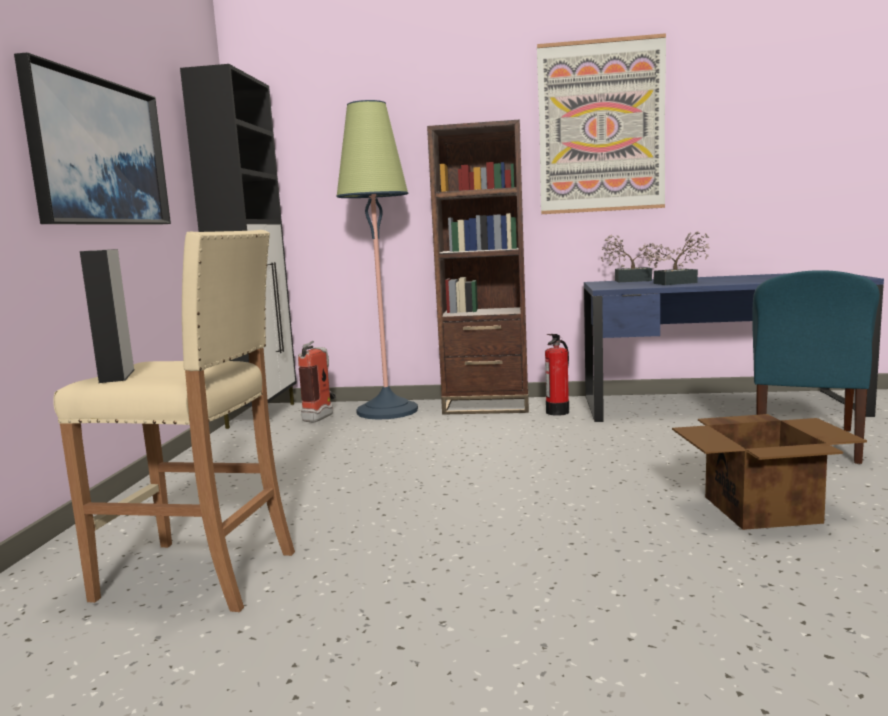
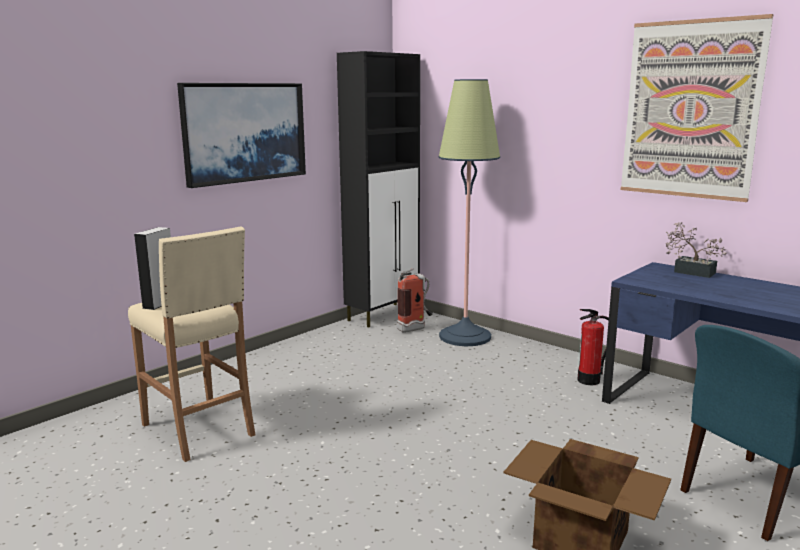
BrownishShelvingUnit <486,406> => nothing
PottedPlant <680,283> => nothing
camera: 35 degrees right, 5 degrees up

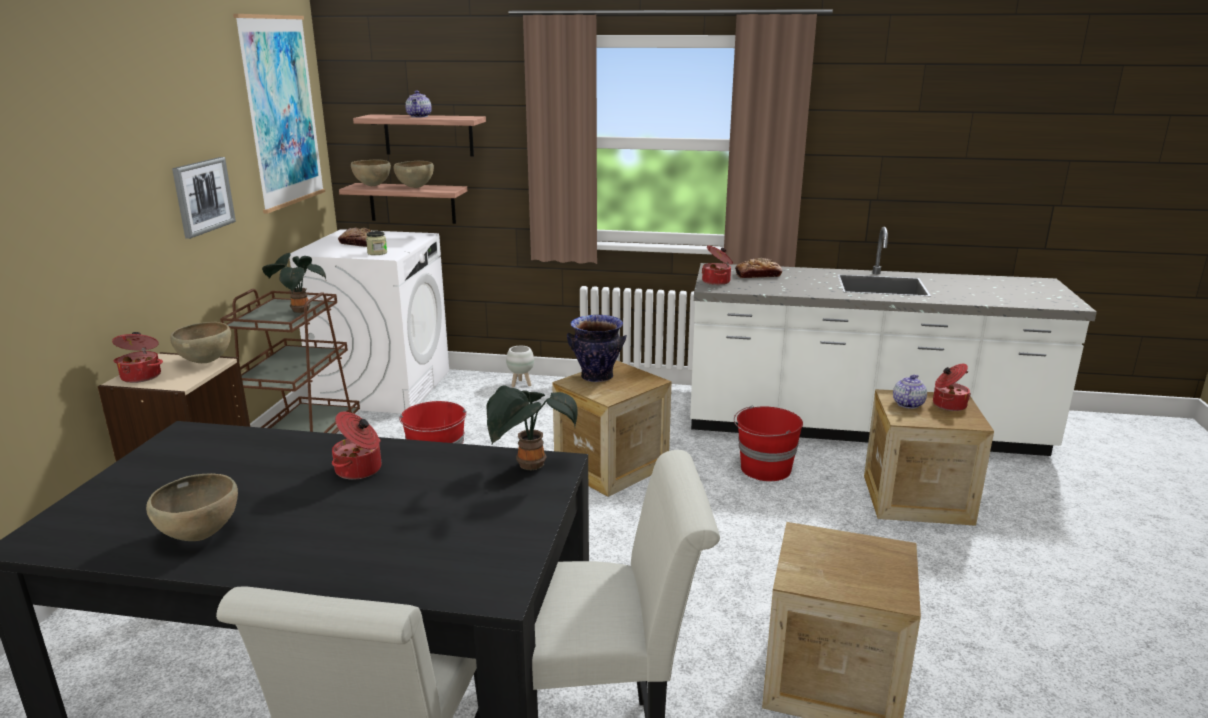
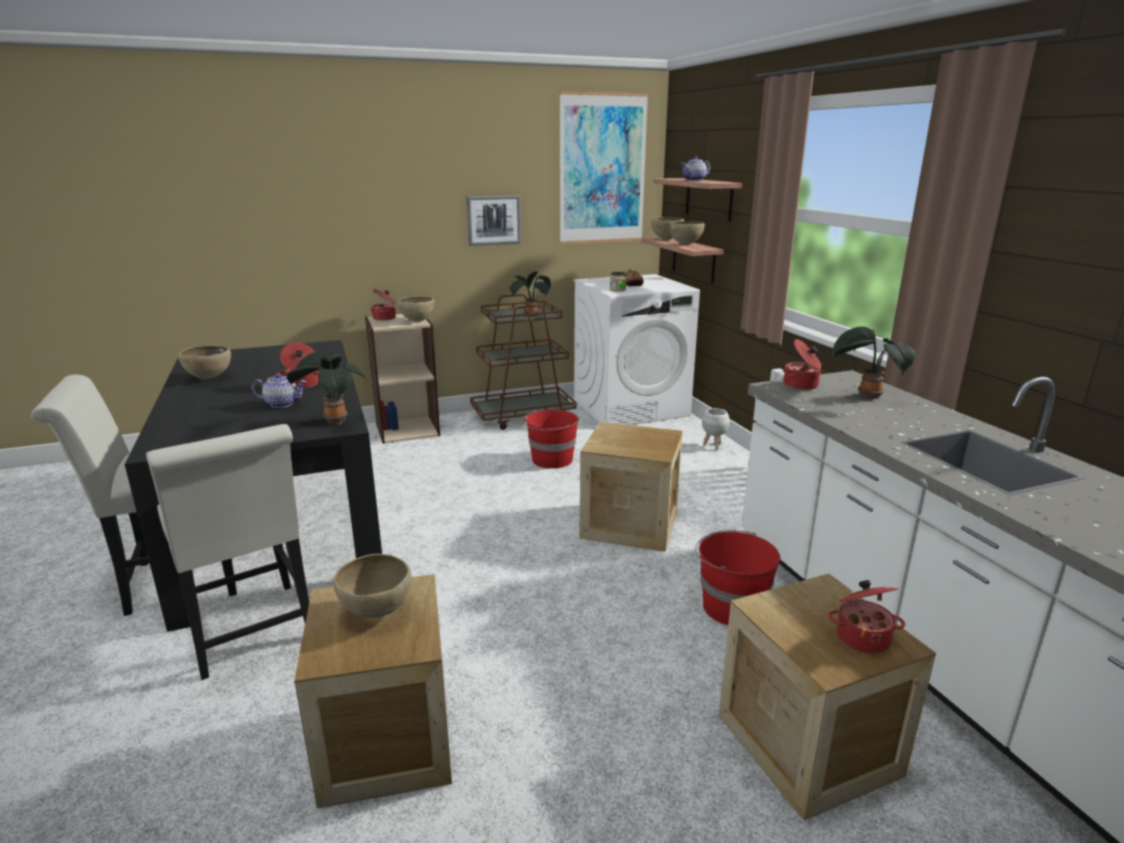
Vase <597,377> => nothing
BakedBread <758,275> => PottedPlant <866,396>
Teapot <907,404> => Teapot <282,404>, move
nothing => BrownishBowl <376,612>
camera: 60 degrees right, 0 degrees up

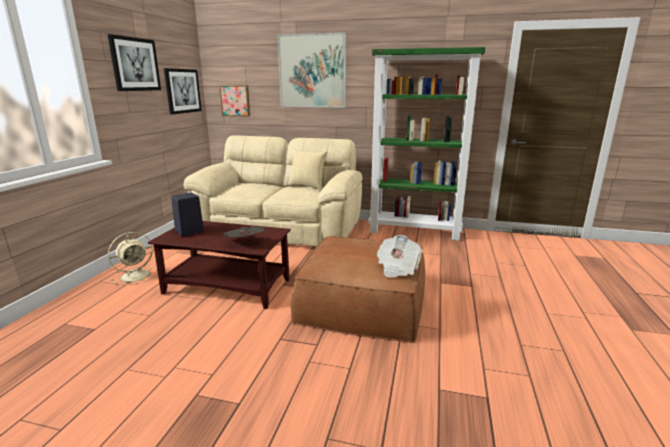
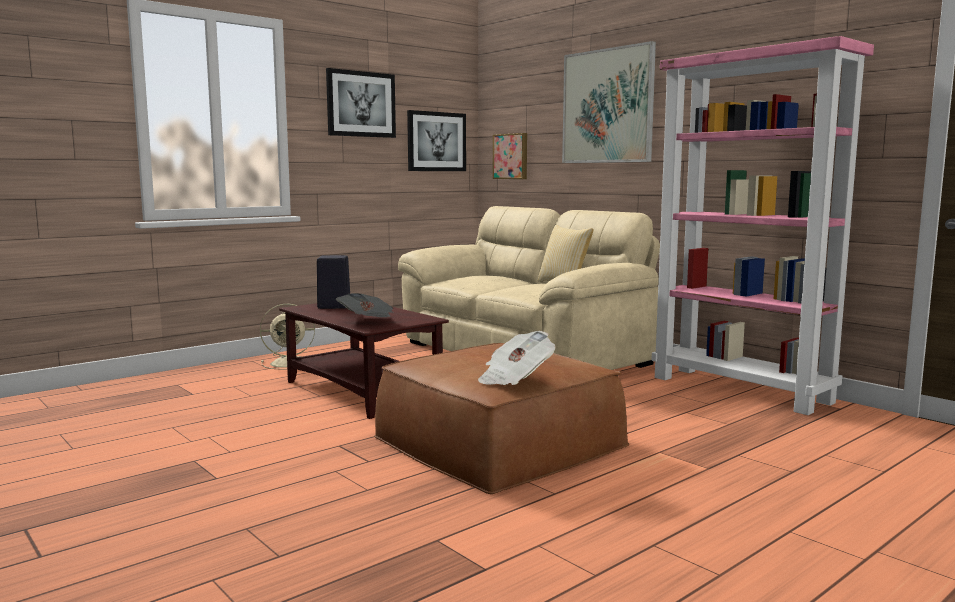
GreenShelvingUnit <415,231> => PinkShelvingUnit <741,389>
camera: 35 degrees right, 10 degrees down

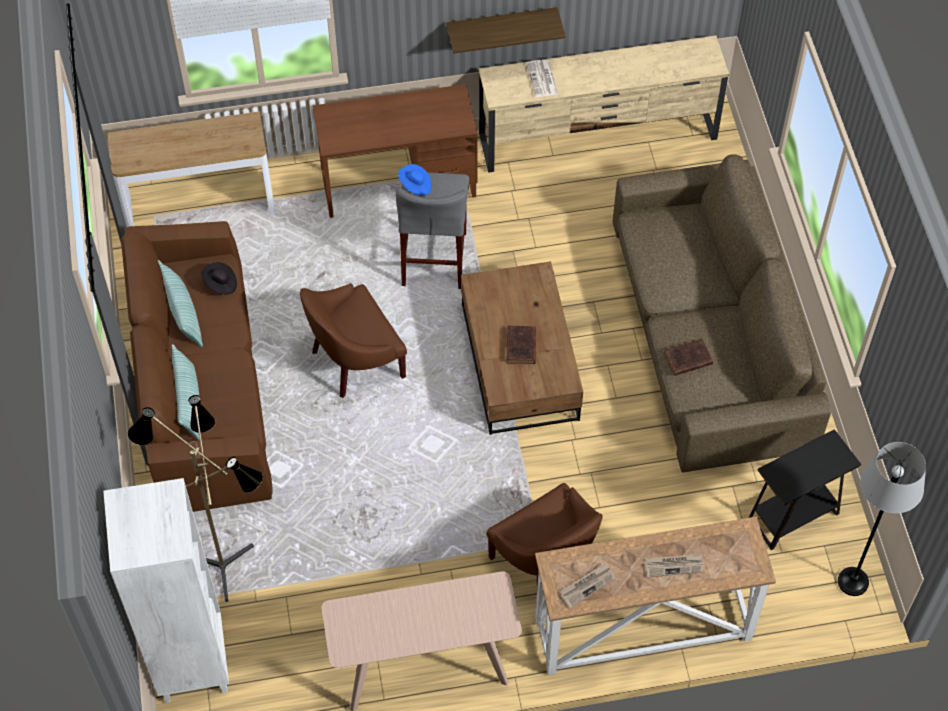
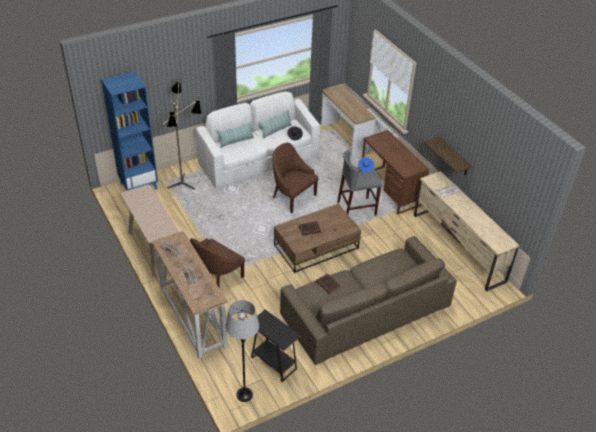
WhiteShelvingUnit <192,662> => BluishShelvingUnit <139,186>
BrownishCouch <204,390> => WhiteCouch <259,160>
camera: 70 degrees right, 15 degrees down

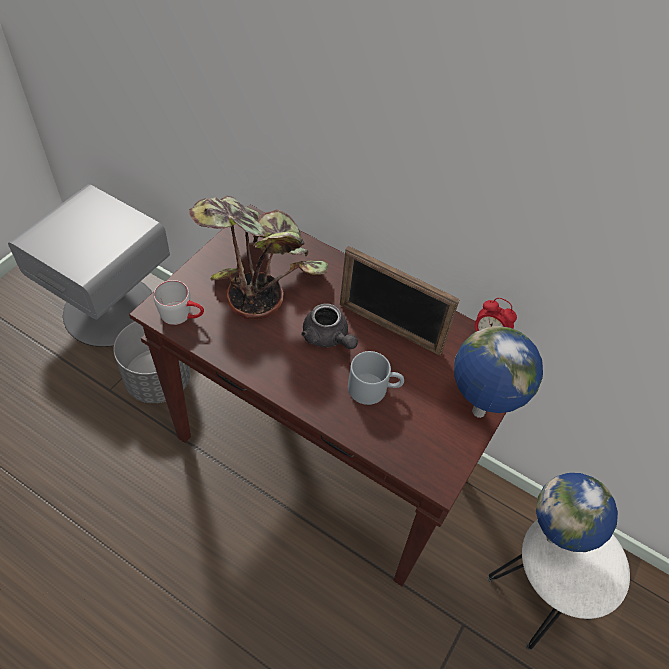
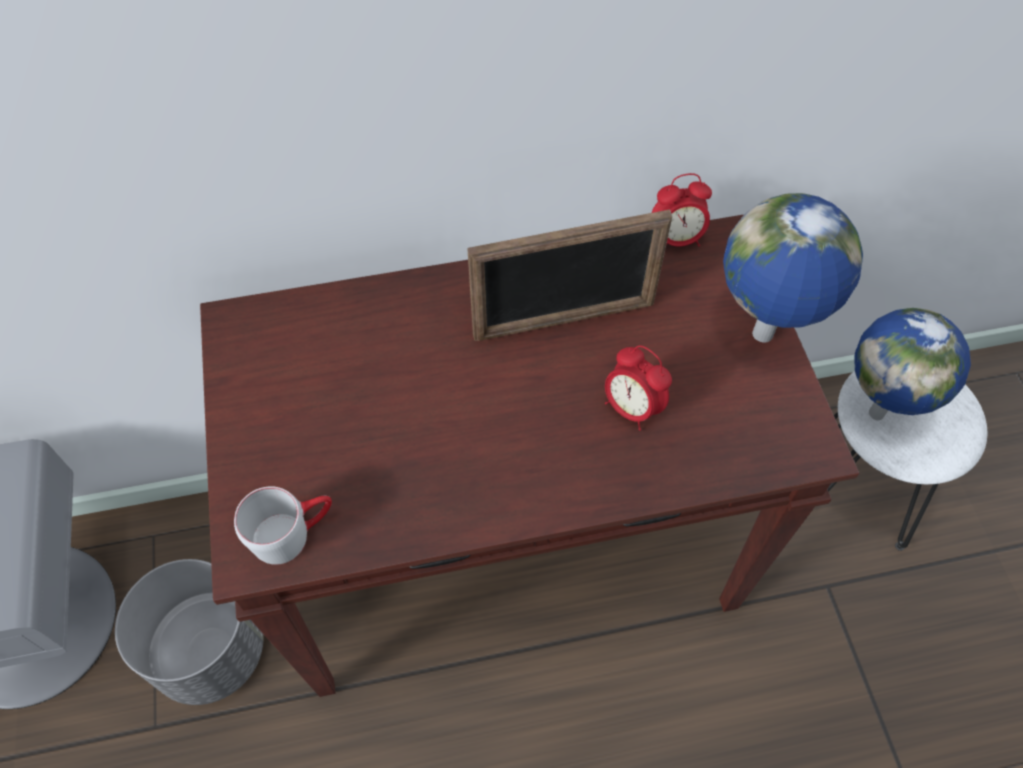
PottedPlant <257,271> => nothing
GreyTeapot <328,338> => nothing
GreyCoffeeMug <374,388> => TableClock <631,408>
camera: 40 degrees left, 5 degrees up

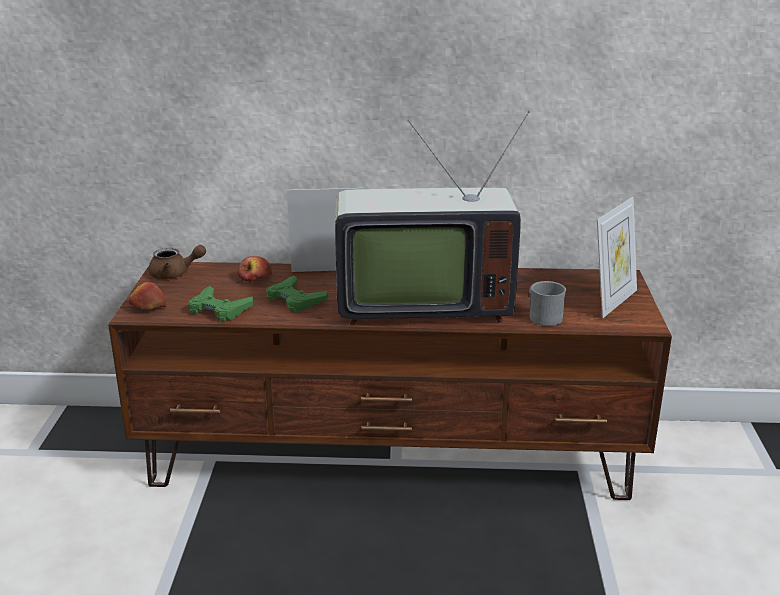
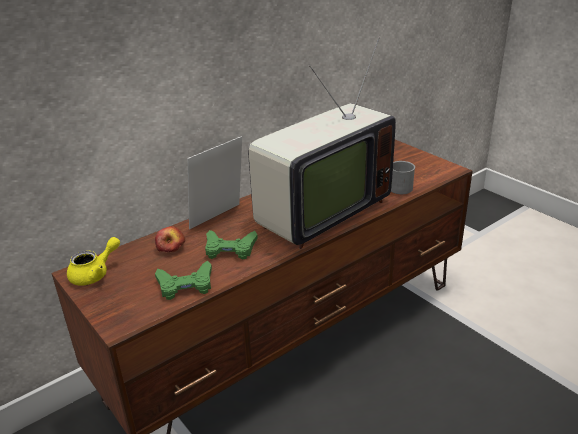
Apple <148,307> => nothing
BrownishTeapot <175,274> => YellowColouredTeapot <95,274>
PictureFrame <612,301> => nothing
camera: 40 degrees left, 5 degrees up

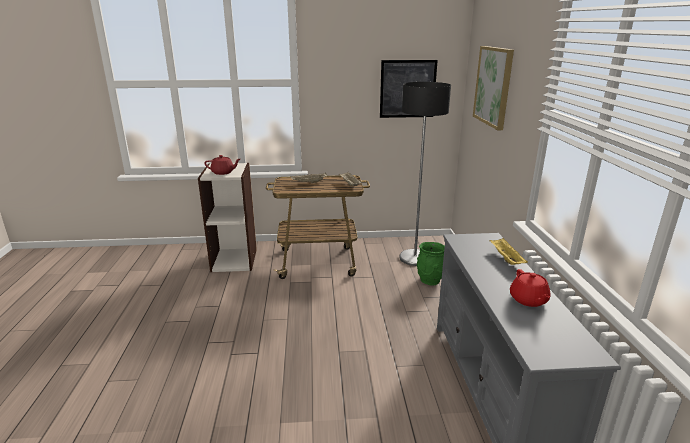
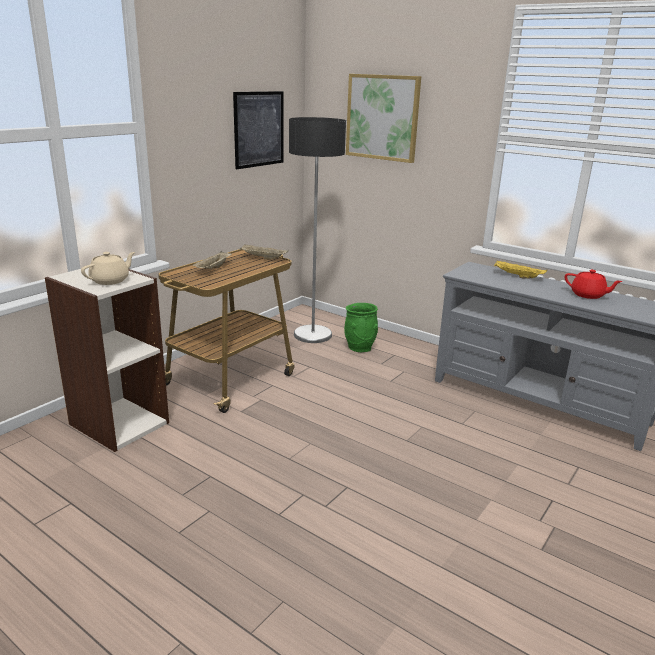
RedColouredTeapot <223,172> => BeigeTeapot <110,280>
camera: 50 degrees left, 0 degrees up

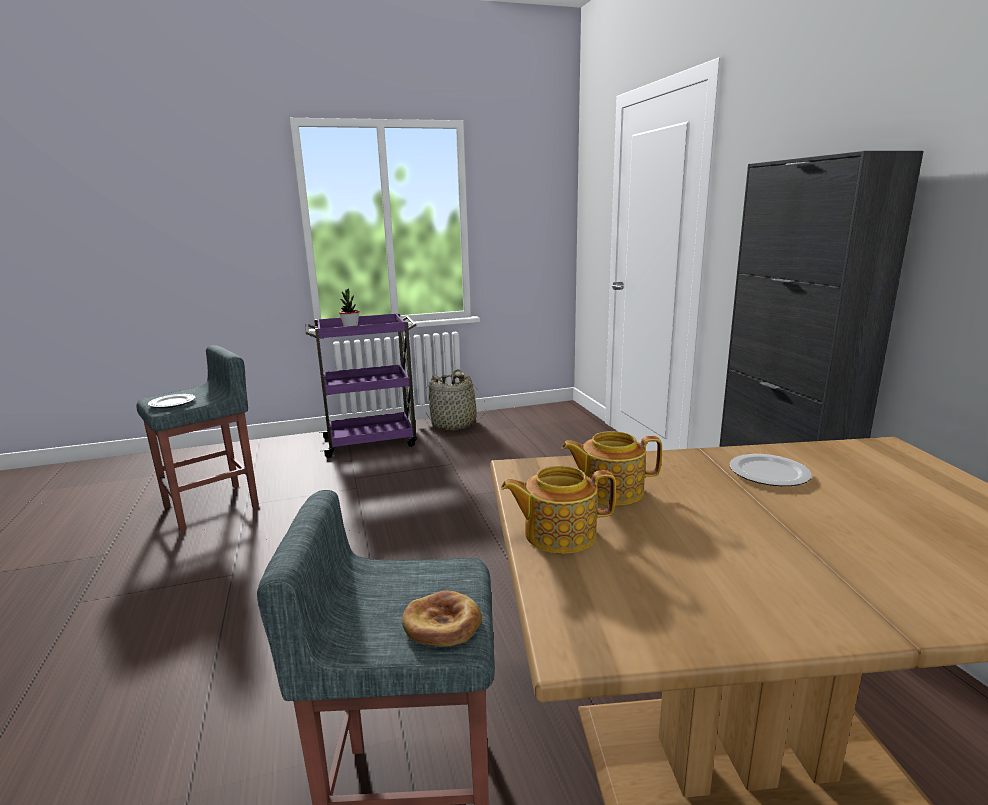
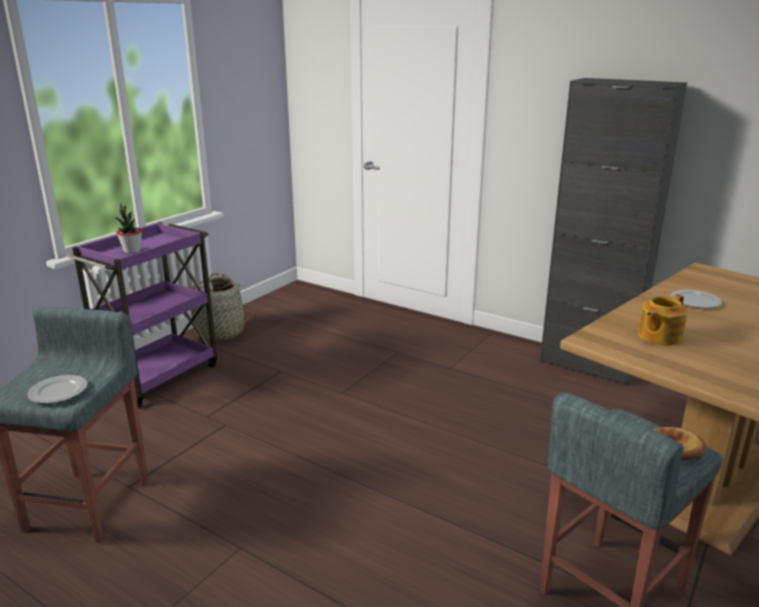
Teapot <558,534> => nothing
camera: 40 degrees left, 5 degrees up

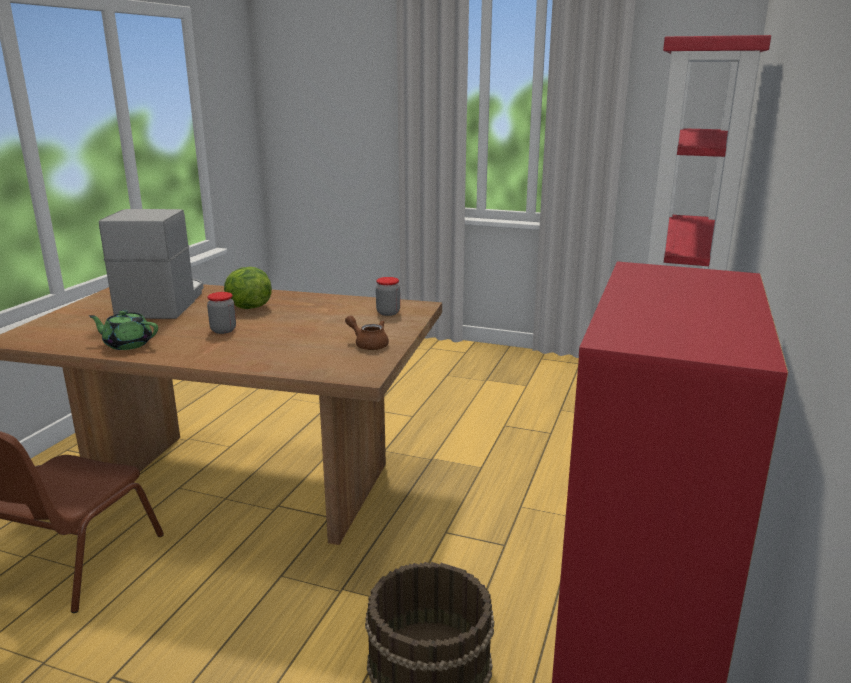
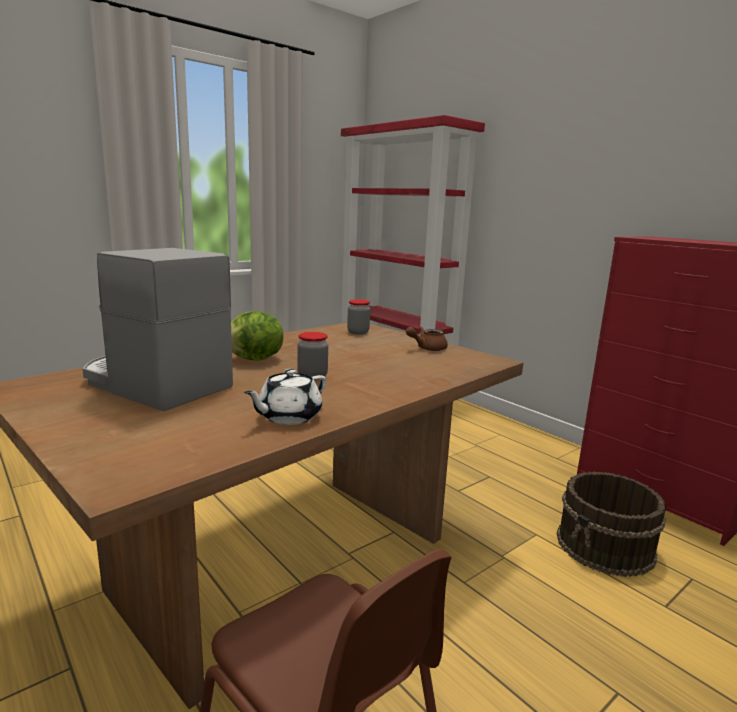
GreenTeapot <127,344> => WhiteTeapot <288,417>
camera: 60 degrees left, 5 degrees down

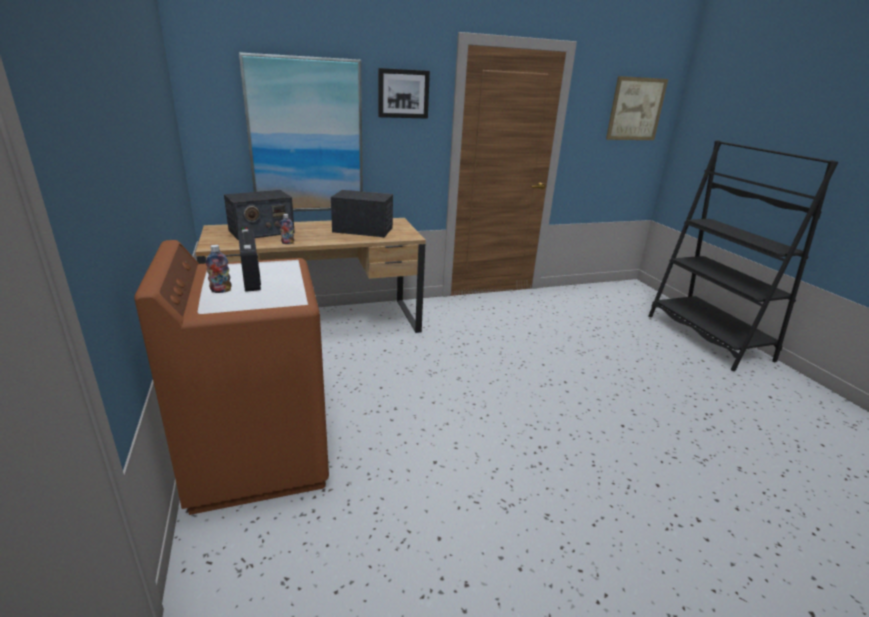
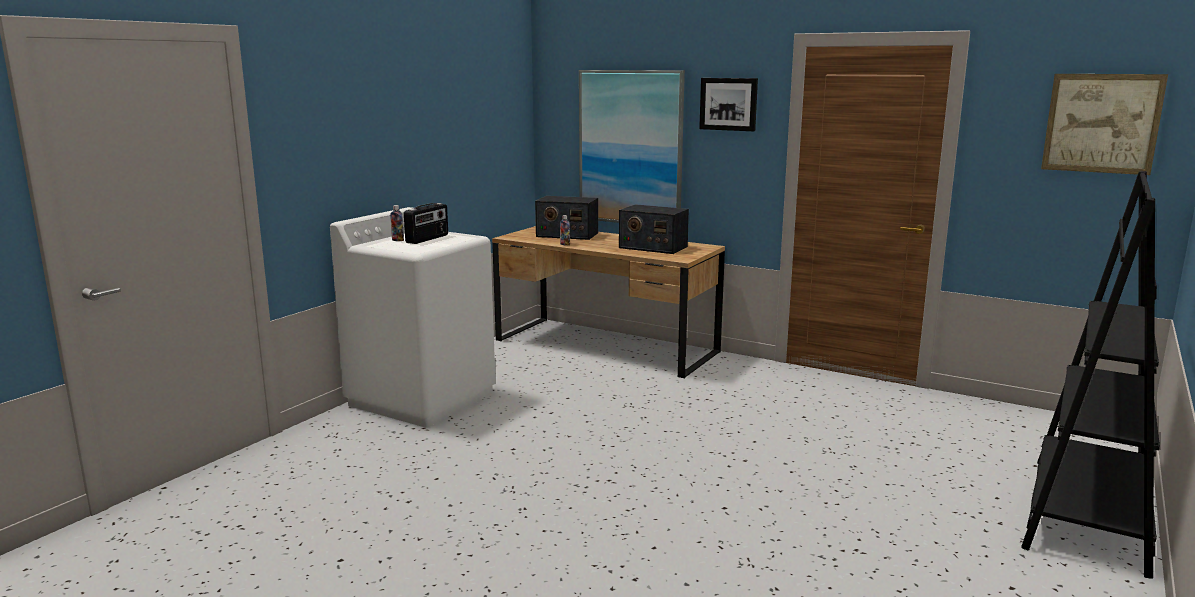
BrownishWashingMachine <258,456> => WhiteWashingMachine <422,398>
RadioReceiver <363,230> => RadioReceiver <652,247>, 150 degrees clockwise
camera: 50 degrees right, 10 degrees down

